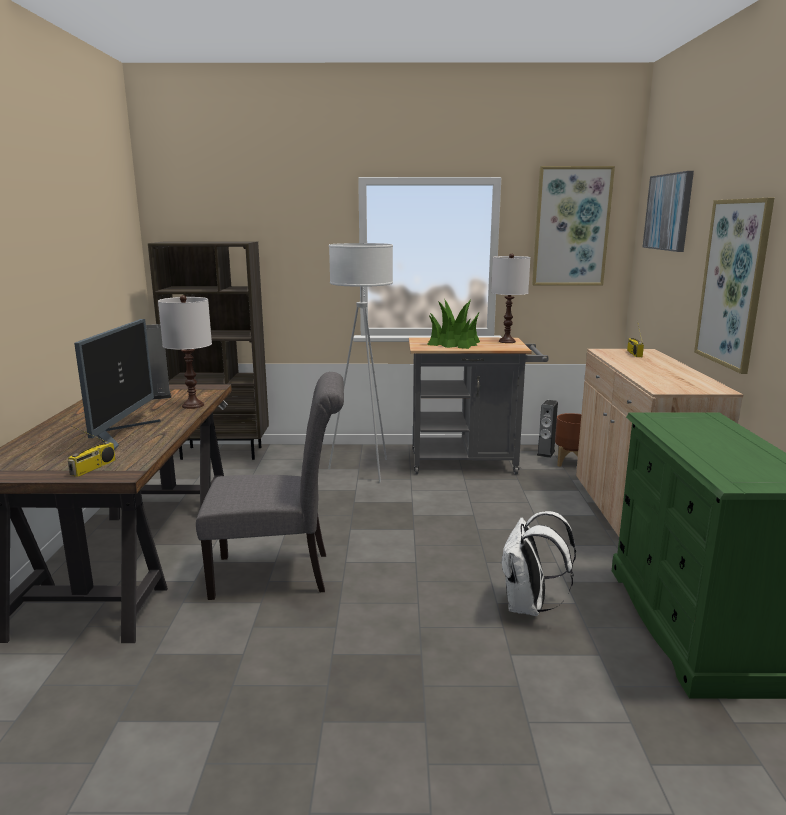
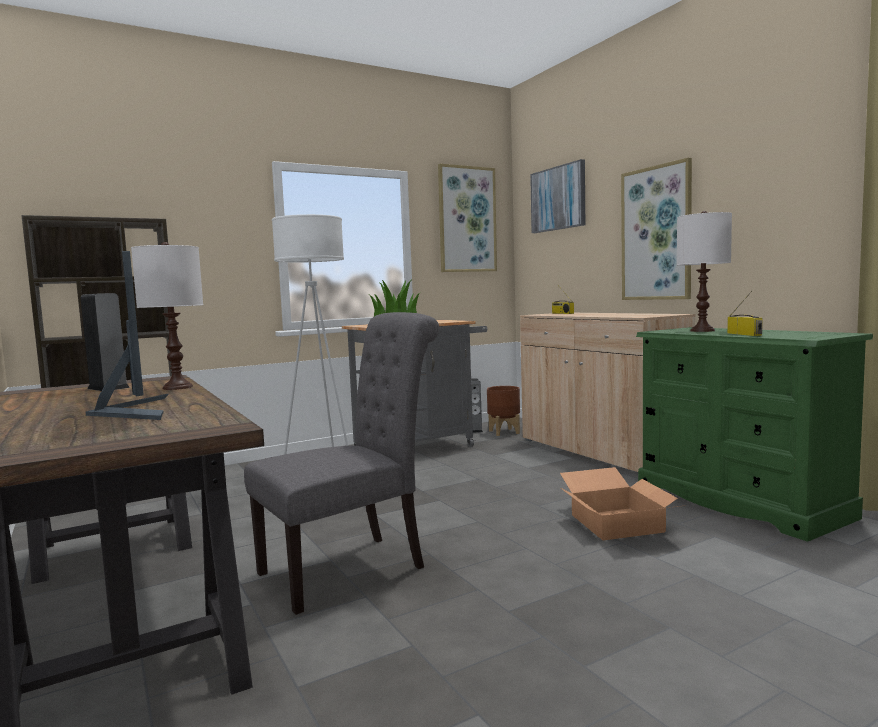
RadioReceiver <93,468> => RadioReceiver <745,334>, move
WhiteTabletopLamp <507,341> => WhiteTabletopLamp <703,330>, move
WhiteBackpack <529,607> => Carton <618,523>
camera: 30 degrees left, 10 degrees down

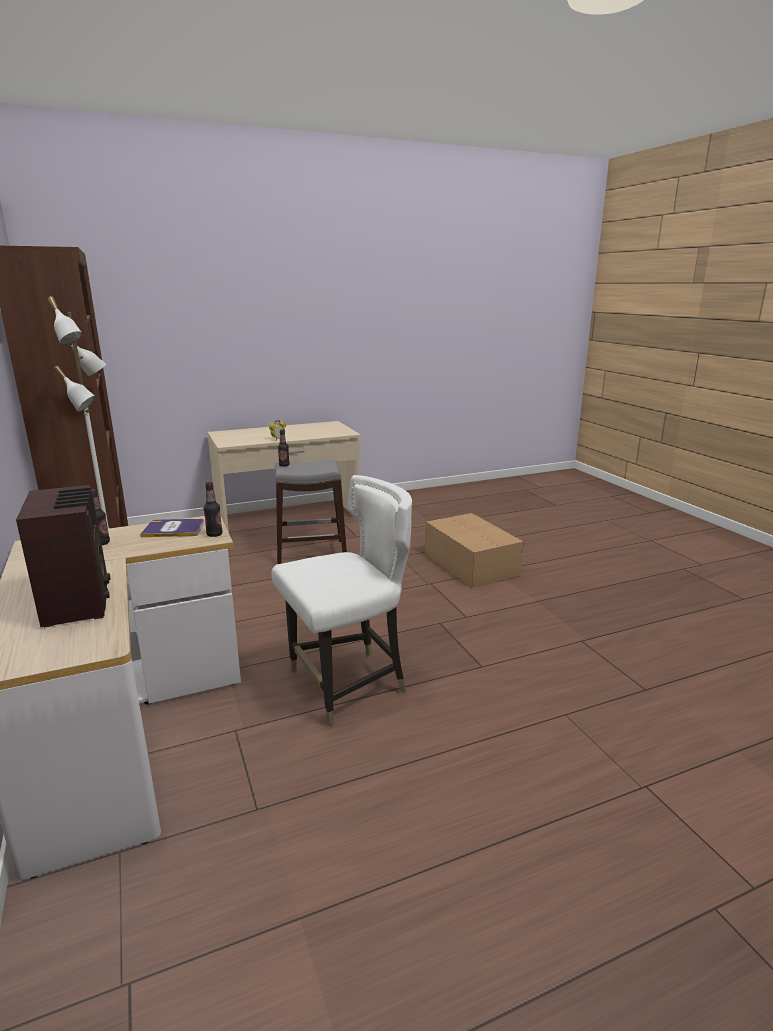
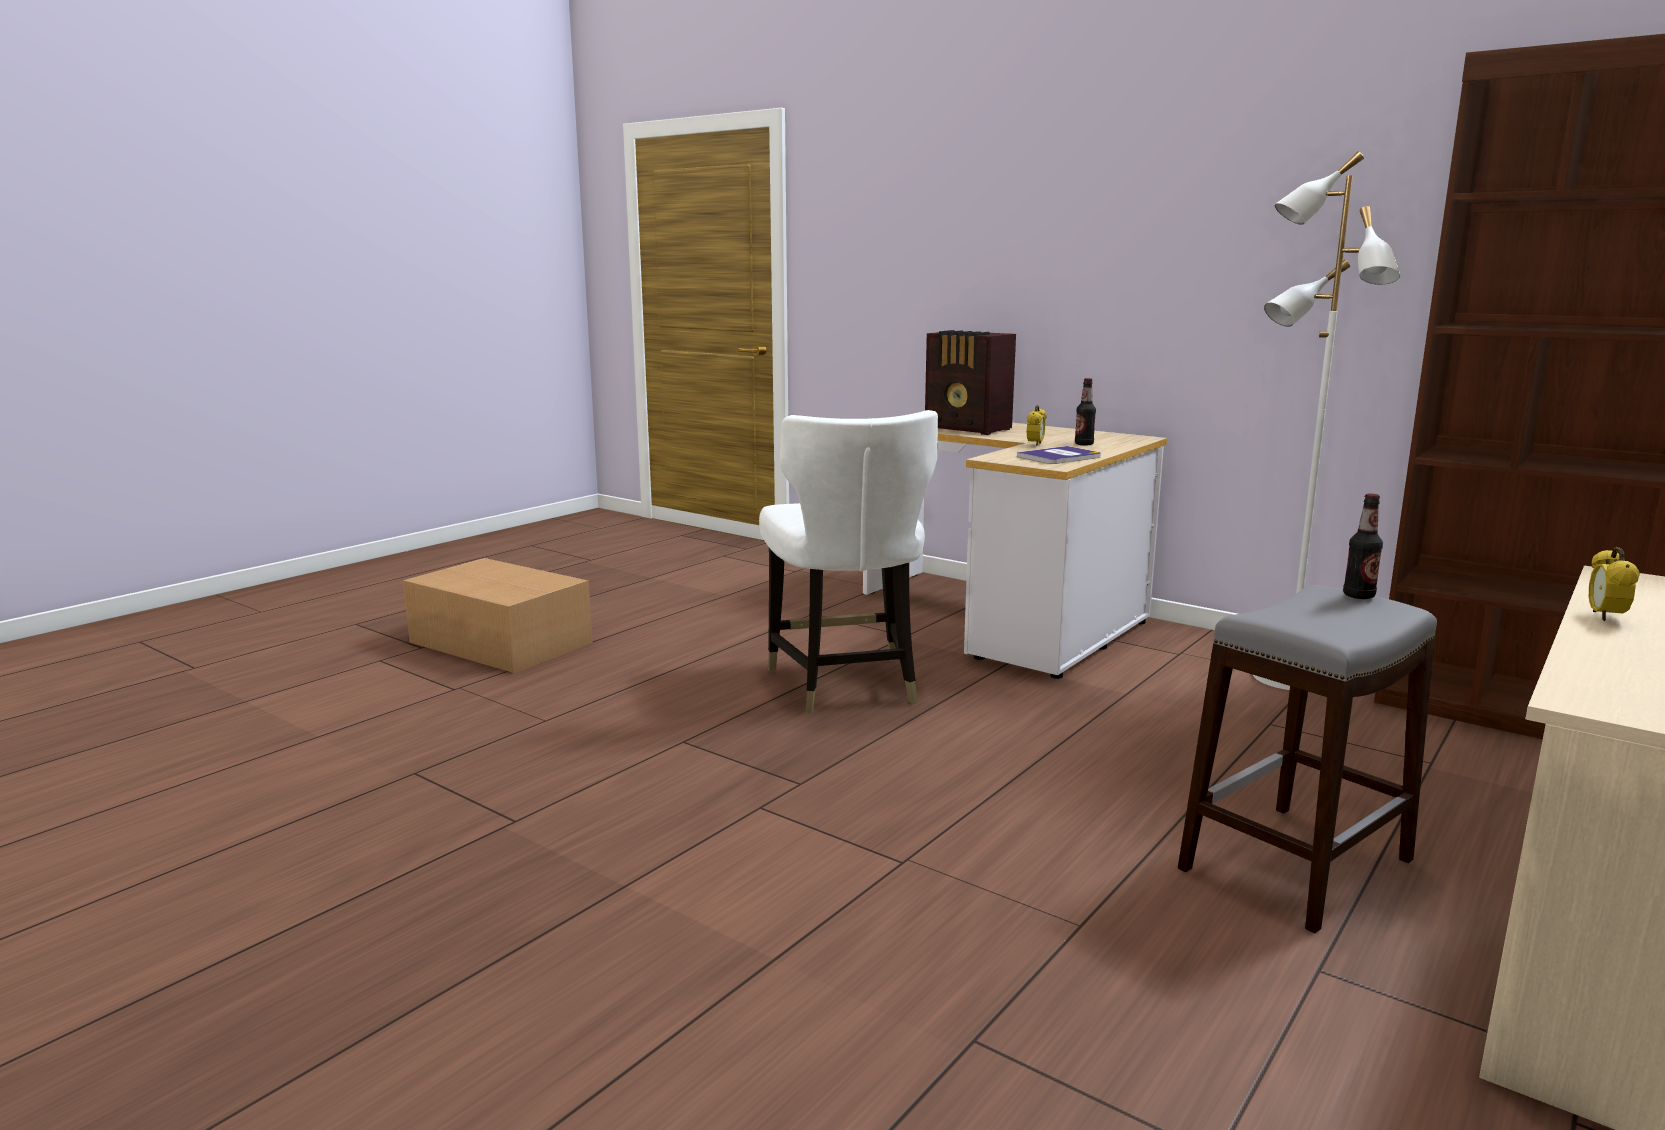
BeverageBottle <214,534> => nothing
WhiteUprightChair <348,684> => WhiteUprightChair <845,685>, 45 degrees counterclockwise
Carton <470,564> => Carton <501,643>, move
nothing => TableClock <1035,444>
camera: 150 degrees right, 5 degrees down

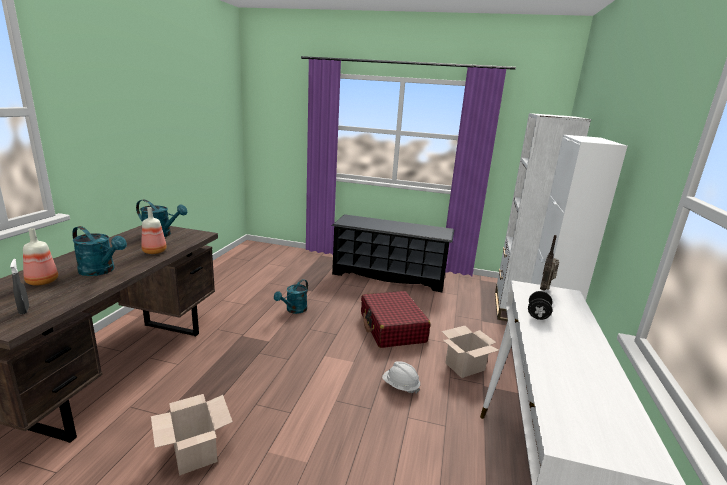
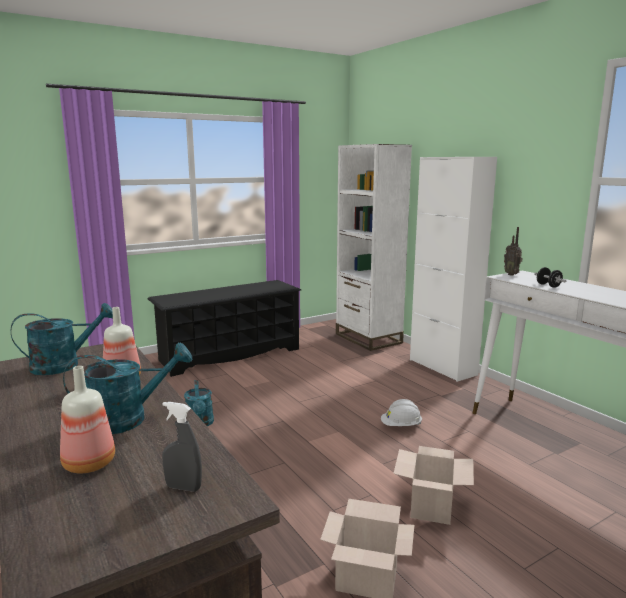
RedColouredPieceOfLuggage <392,328> => nothing
Carton <465,366> => Carton <430,505>, move
camera: 45 degrees left, 5 degrees down

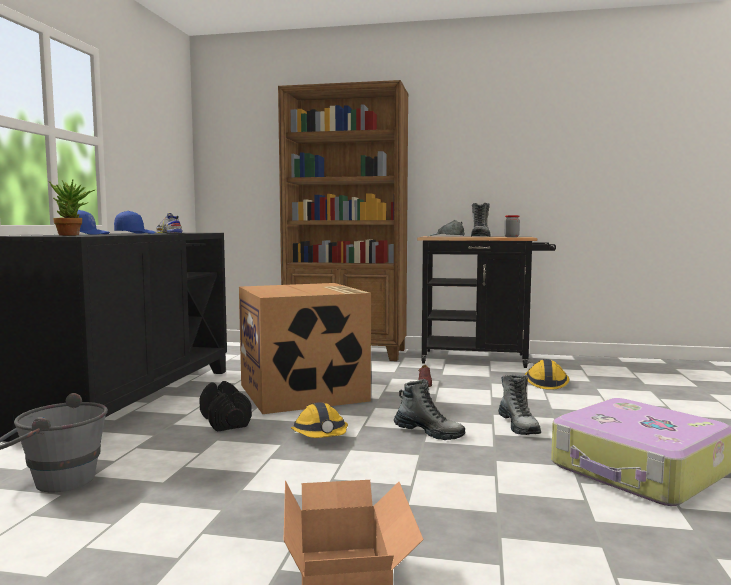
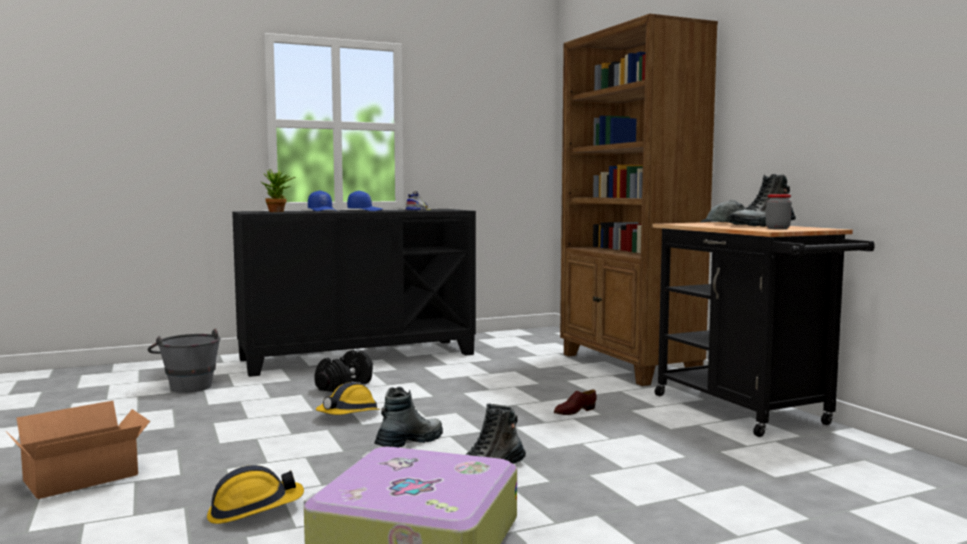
Carton <305,393> => nothing
TallBoot <429,432> => TallBoot <409,442>, 135 degrees counterclockwise
SafetyHelmet <546,383> => SafetyHelmet <254,510>, move
camera: 55 degrees right, 0 degrees up

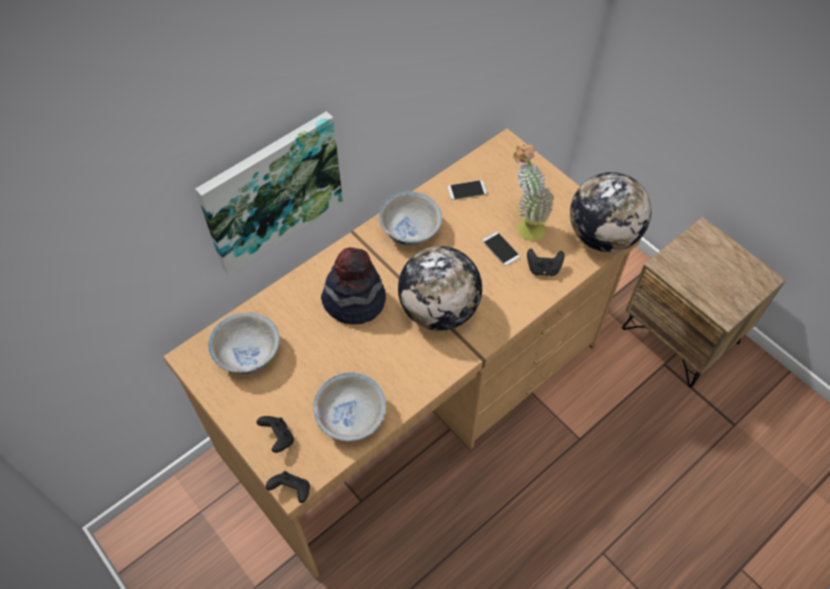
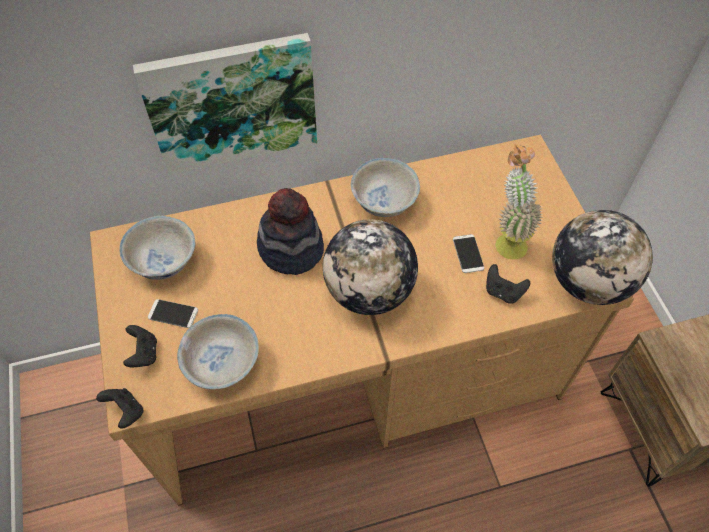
Handset <467,190> => Handset <173,314>, move
camera: 25 degrees right, 0 degrees up

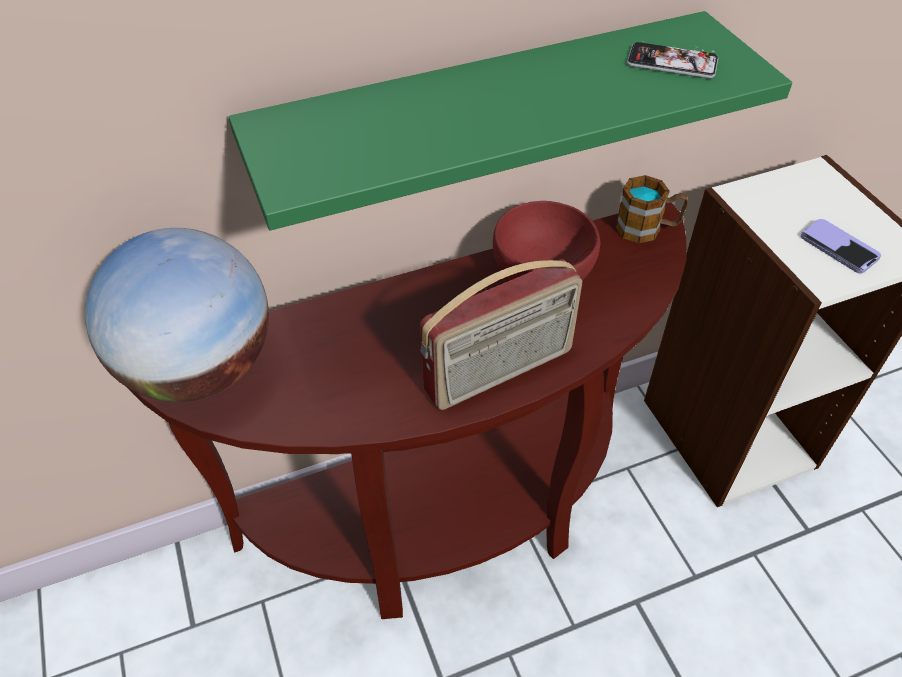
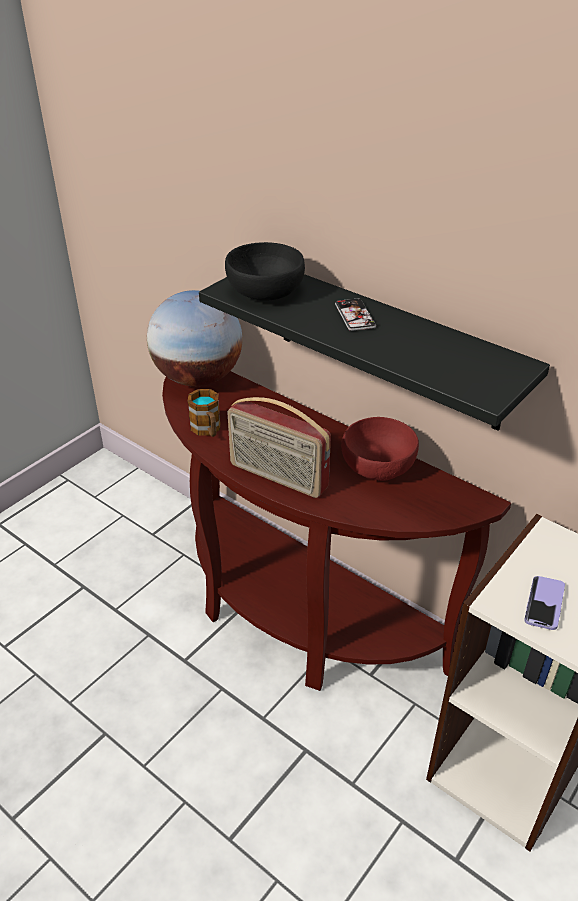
GreenBracketShelf <483,117> => BlackColouredBracketShelf <387,344>
CoffeeMug <647,229> => CoffeeMug <207,430>, move
Handset <672,62> => Handset <355,315>, move
nothing => BlackColouredBowl <265,292>
camera: 60 degrees right, 10 degrees down

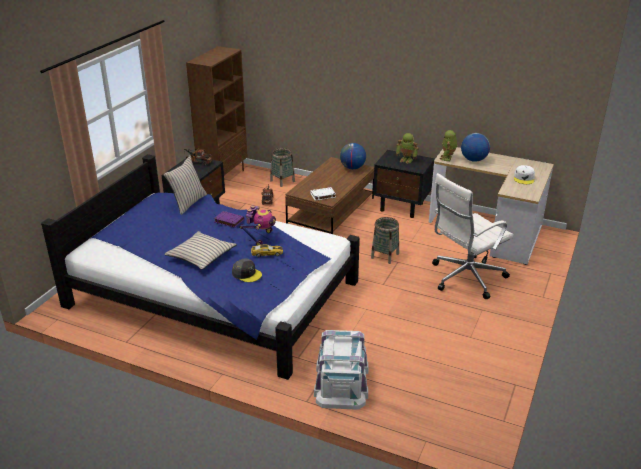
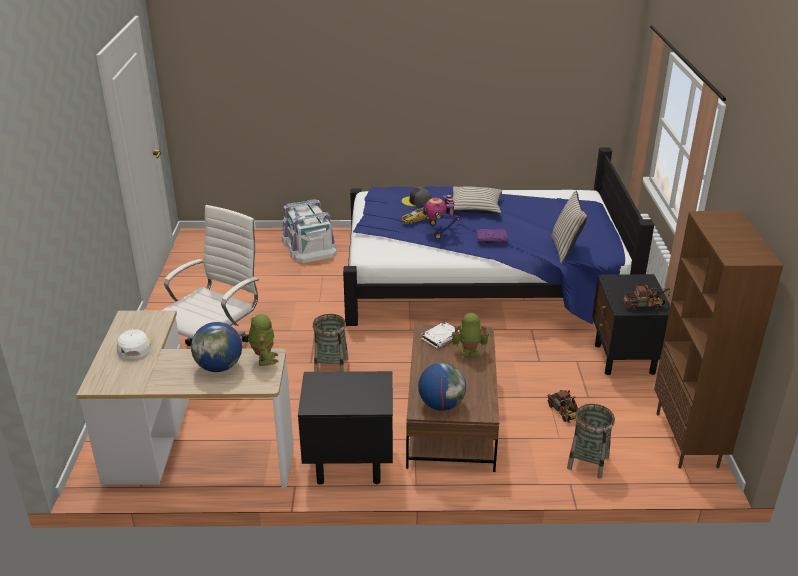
ModelRobot <406,160> => ModelRobot <469,353>, move
camera: 155 degrees right, 0 degrees up

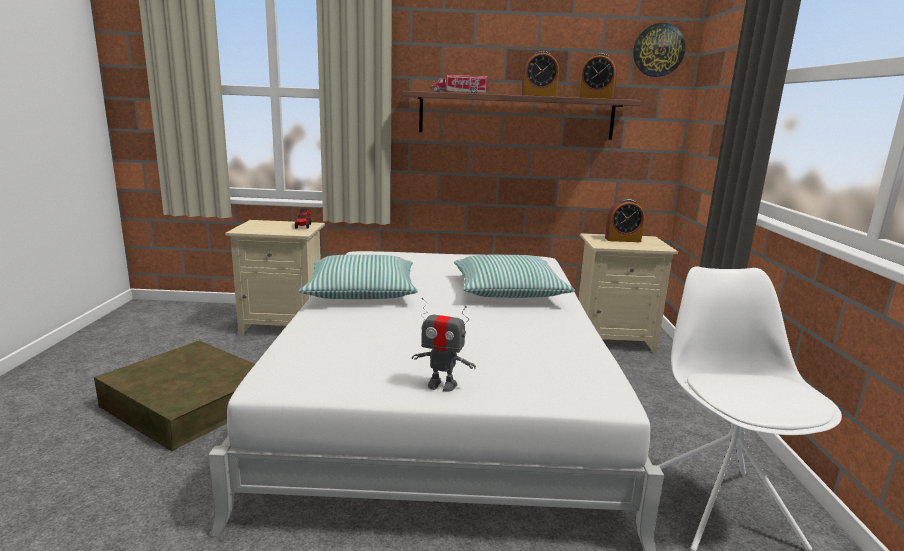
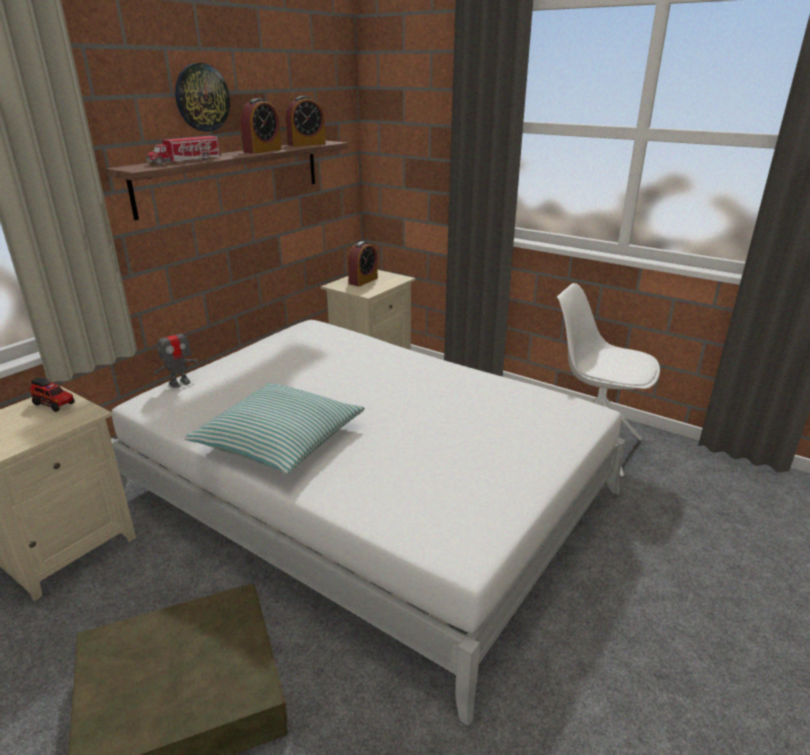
ModelRobot <442,385> => ModelRobot <180,383>, move
Cushion <508,290> => nothing
HangingClock <658,50> => HangingClock <202,97>, move
camera: 55 degrees left, 10 degrees up

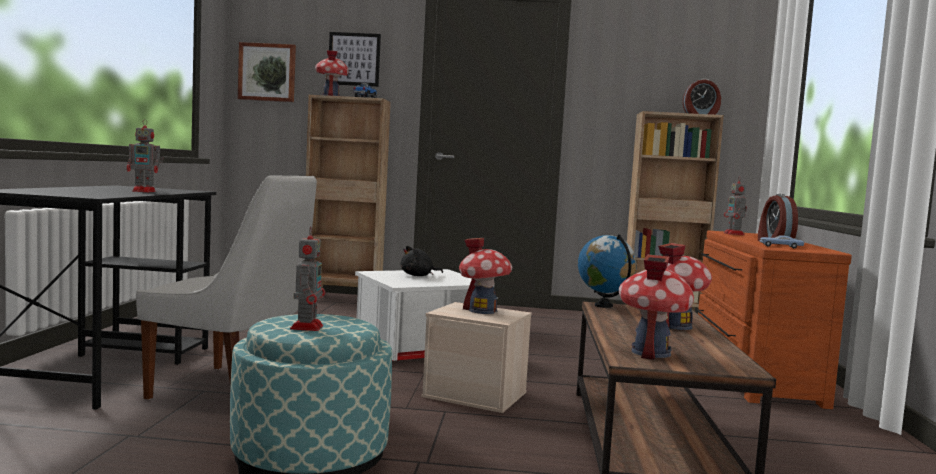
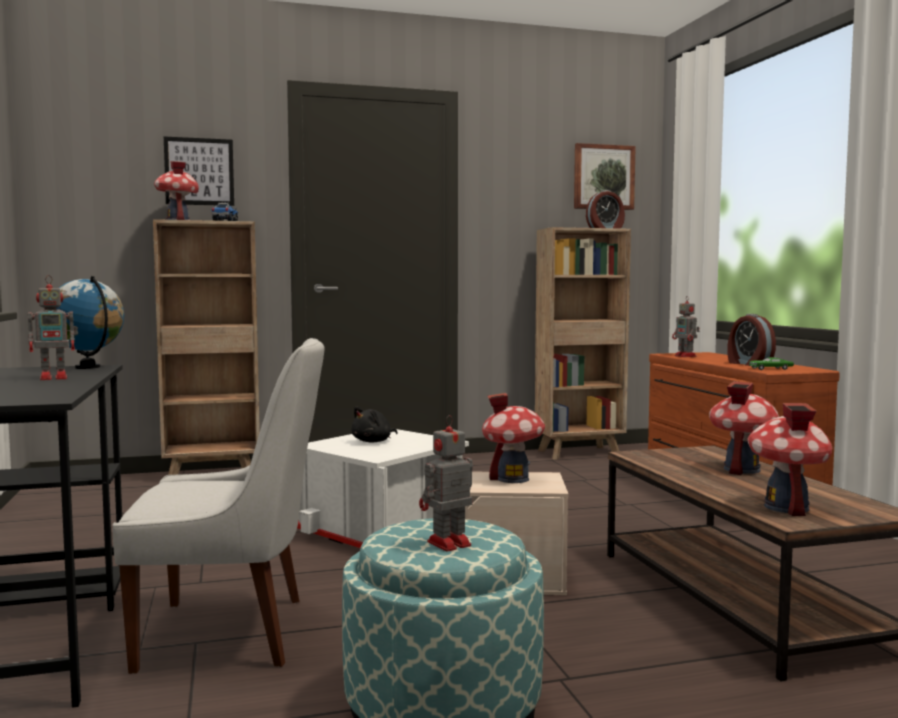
WallArt <267,72> => WallArt <603,177>, move
ModelRobot <307,327> => ModelRobot <447,544>, 105 degrees counterclockwise
Globe <604,306> => Globe <88,367>, move
BluishModelCar <780,246> => GreenModelCar <770,369>
camera: 20 degrees left, 0 degrees up

